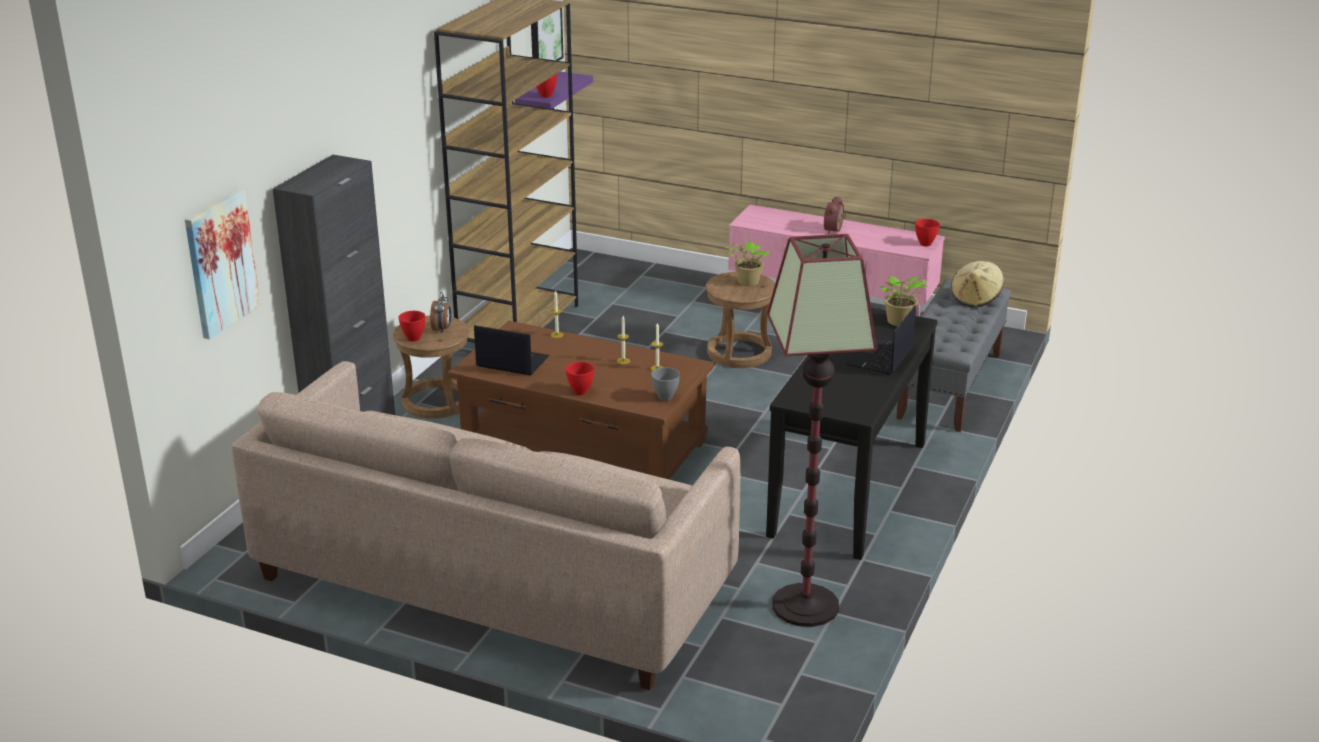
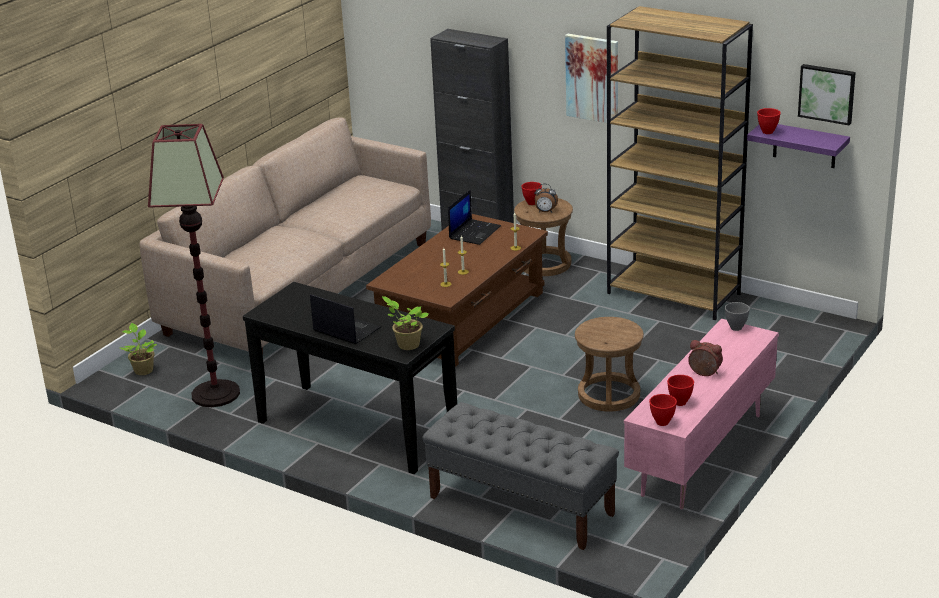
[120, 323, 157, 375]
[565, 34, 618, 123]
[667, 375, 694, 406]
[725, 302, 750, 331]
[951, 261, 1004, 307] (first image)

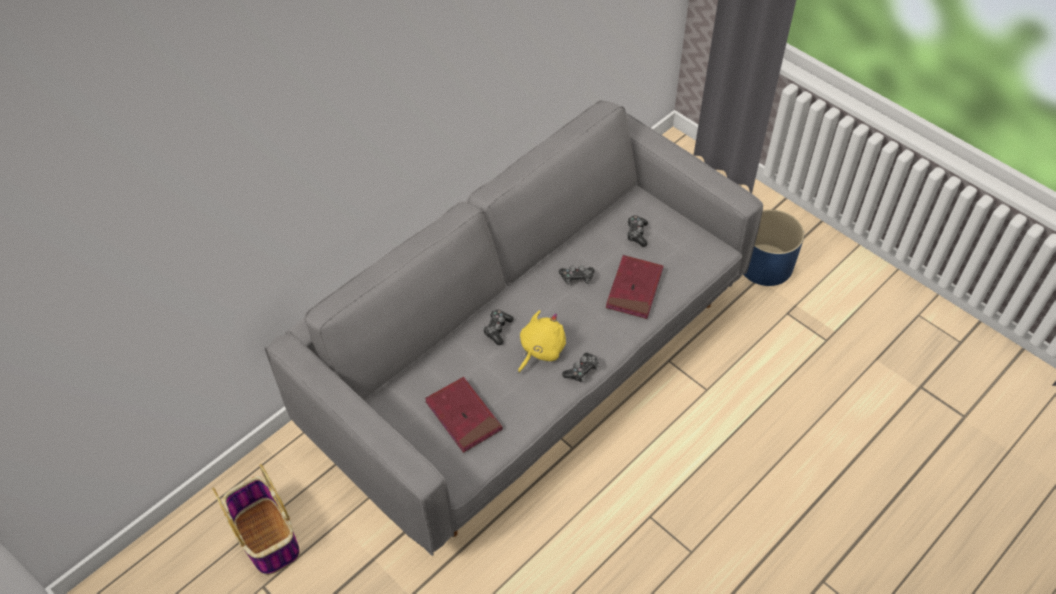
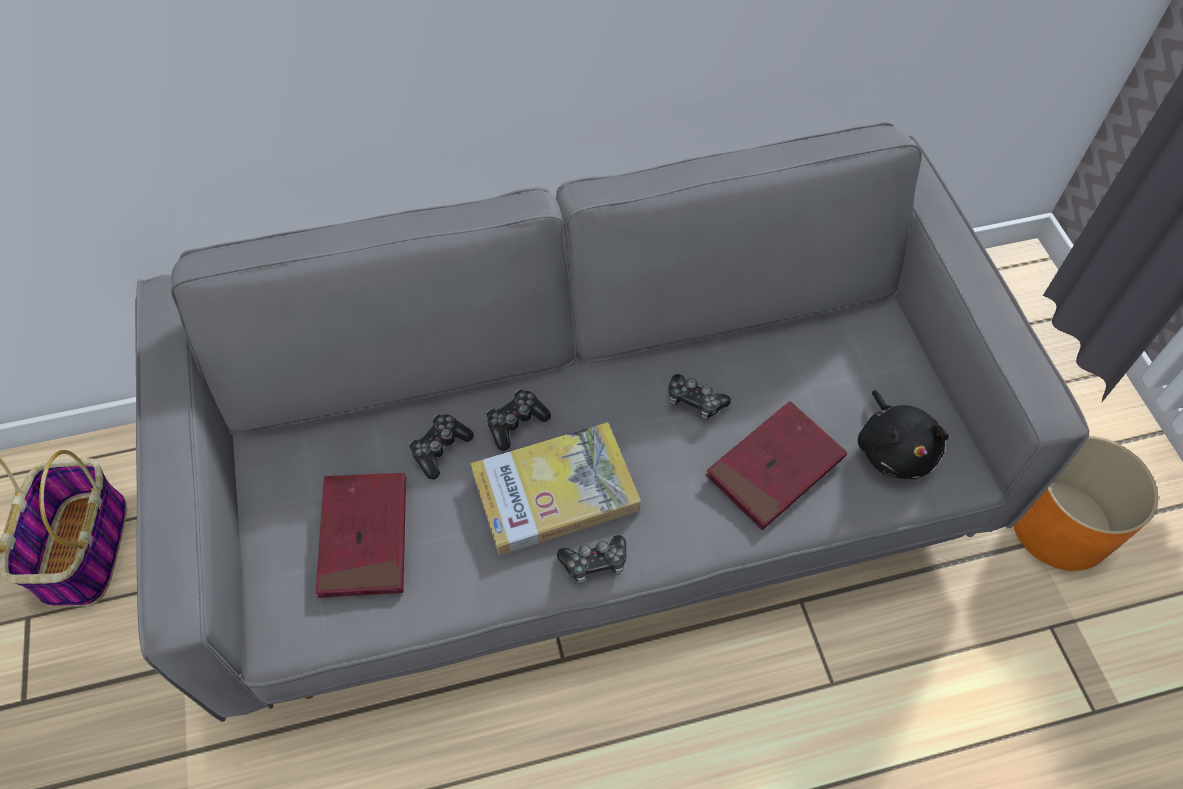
[409, 414, 474, 479]
[470, 422, 641, 555]
[858, 390, 949, 479]
[1013, 436, 1158, 571]

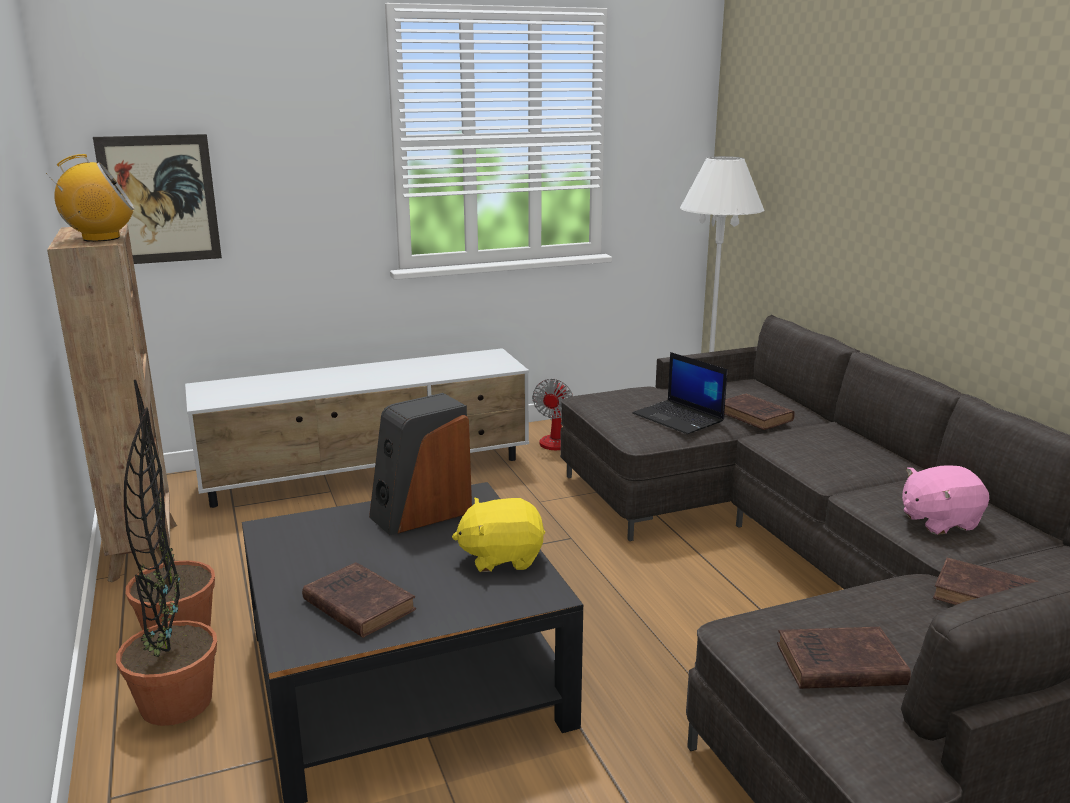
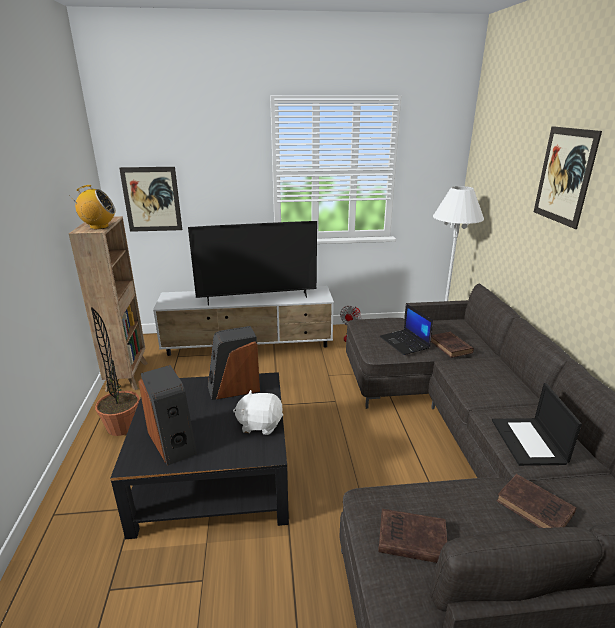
[138, 365, 197, 466]
[188, 221, 317, 305]
[233, 390, 283, 435]
[492, 383, 582, 466]
[534, 126, 602, 229]
[116, 407, 217, 726] (first image)

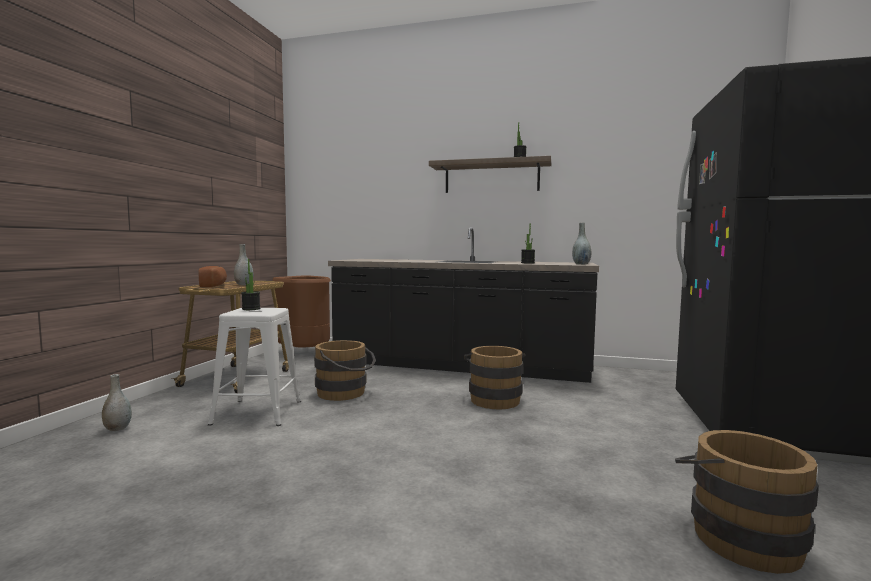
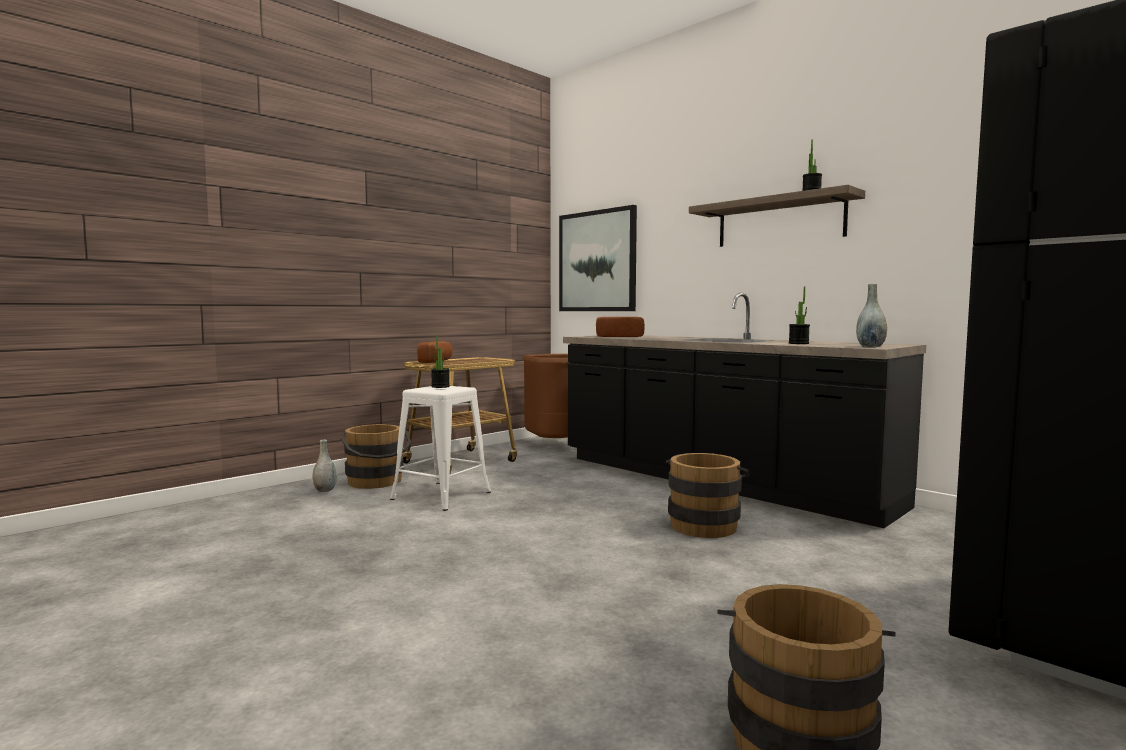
[341, 424, 411, 489]
[559, 205, 637, 311]
[596, 317, 645, 337]
[234, 244, 253, 285] (first image)

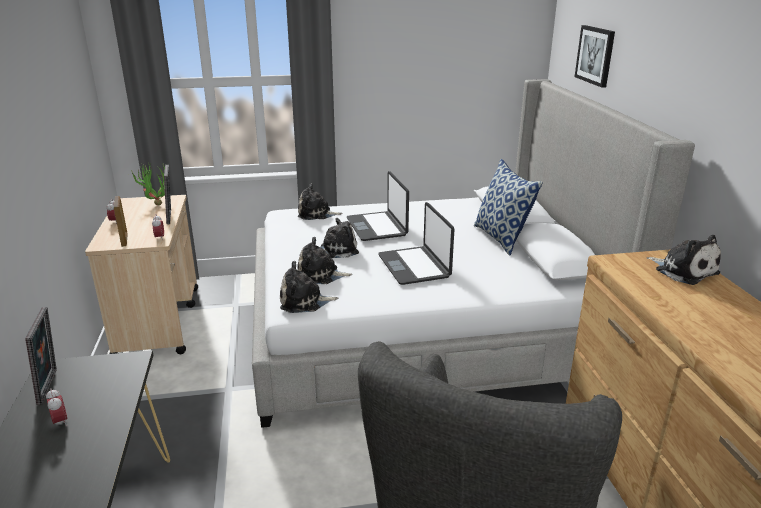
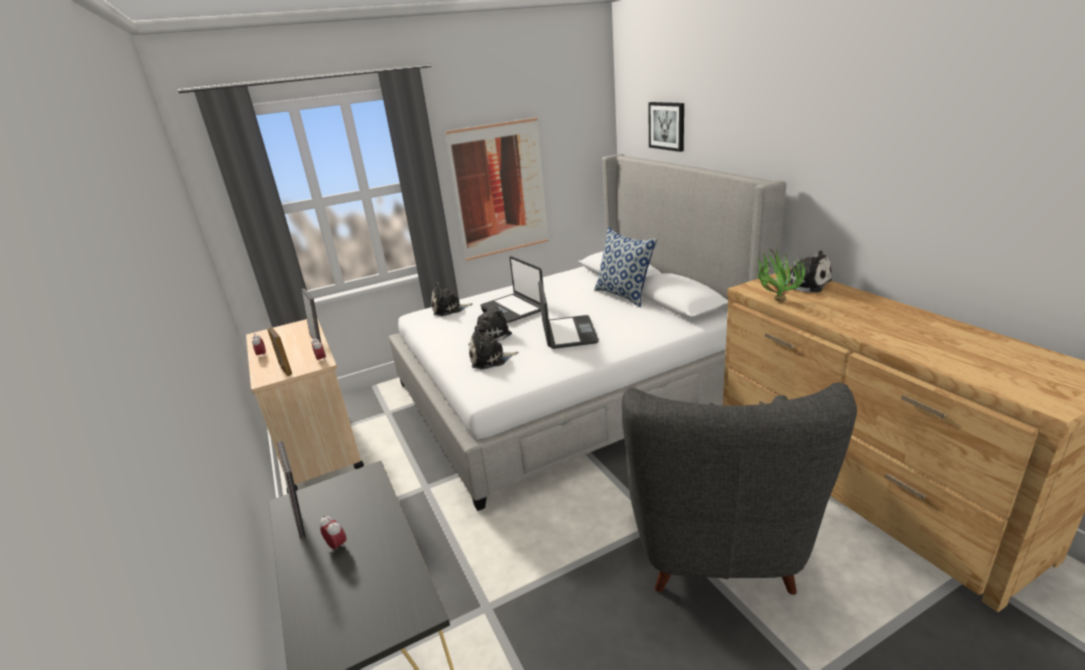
[445, 118, 549, 261]
[538, 280, 599, 349]
[755, 249, 805, 302]
[280, 261, 338, 313] (first image)

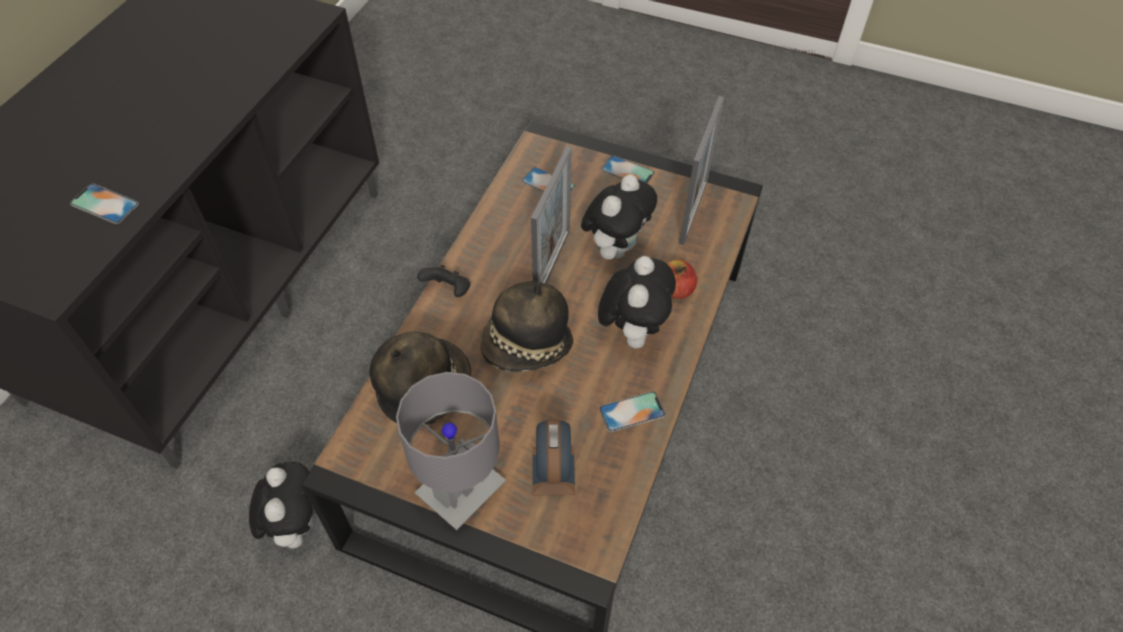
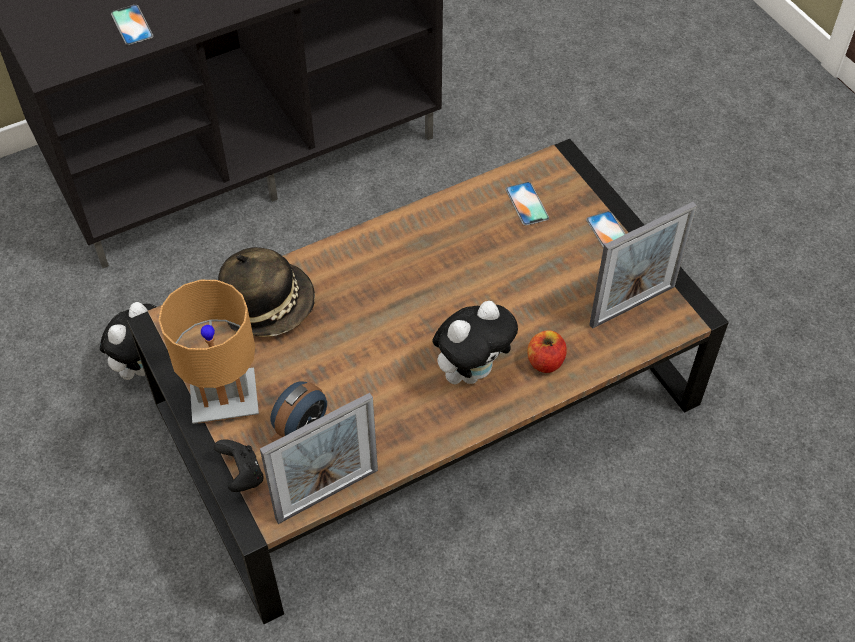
[159, 280, 259, 424]
[214, 439, 263, 492]
[260, 393, 378, 524]
[480, 281, 573, 372] (first image)
[581, 174, 657, 260] (first image)
[599, 391, 665, 432] (first image)

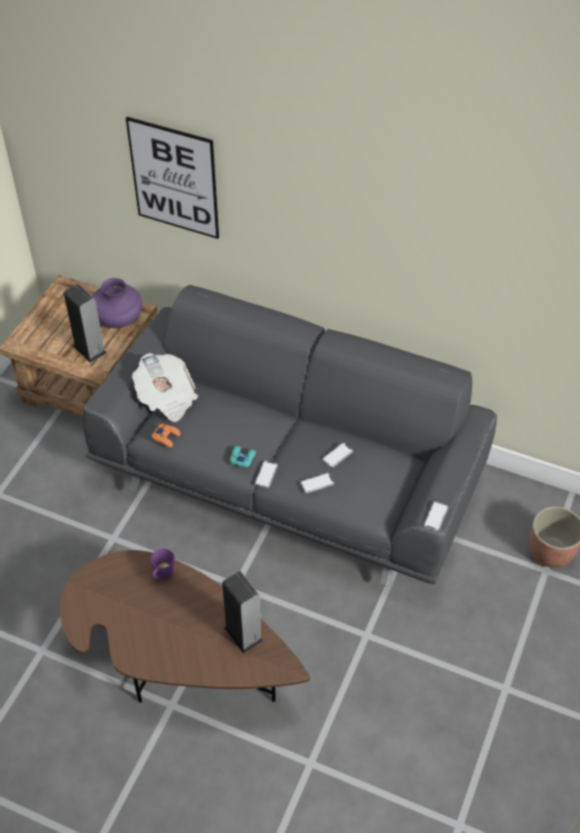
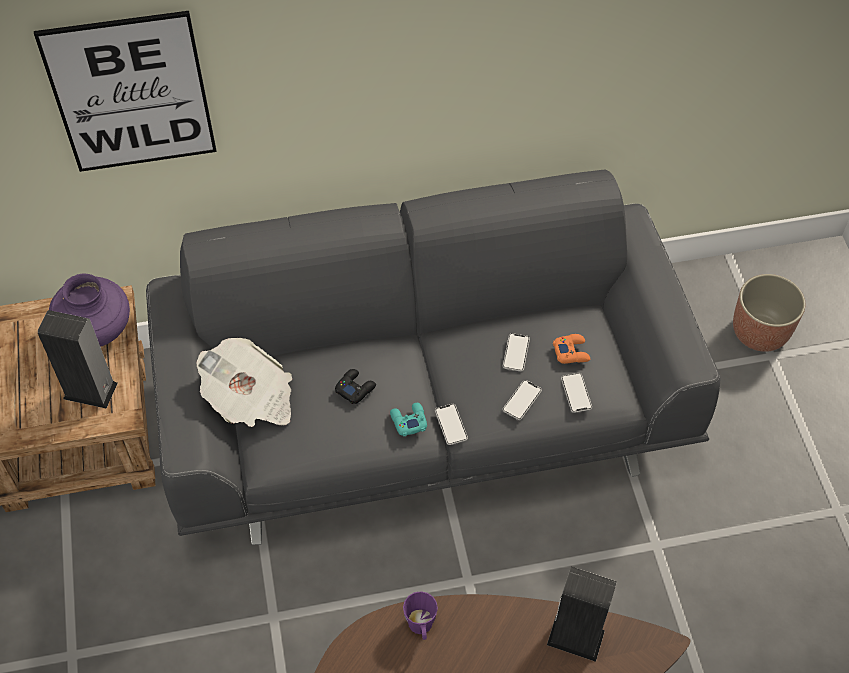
[335, 369, 376, 404]
[553, 334, 590, 364]
[561, 373, 592, 413]

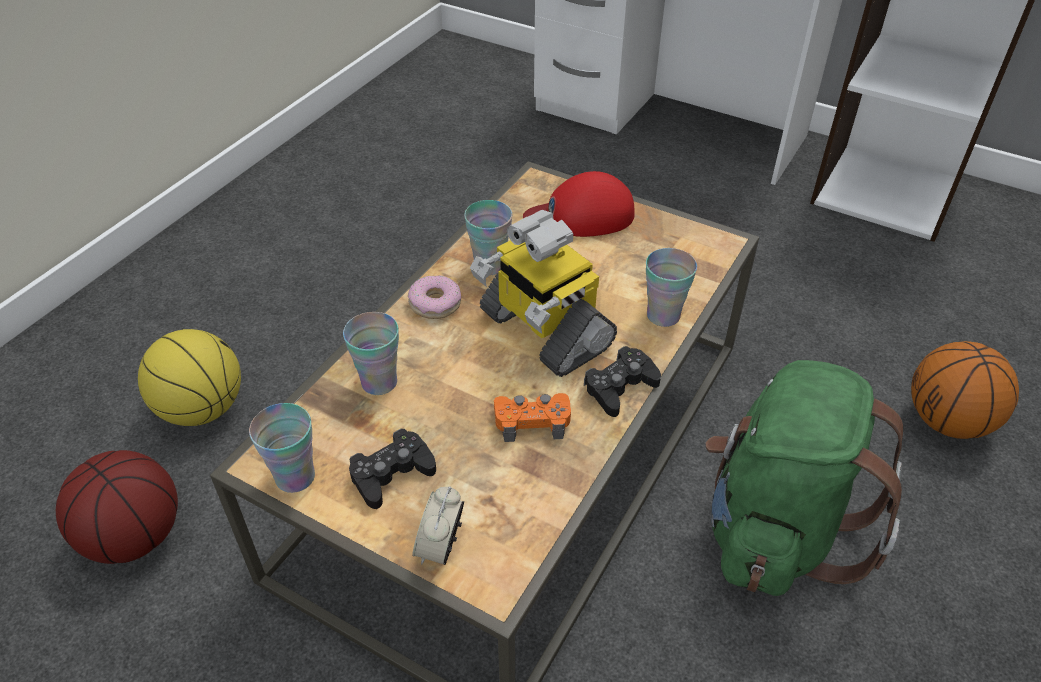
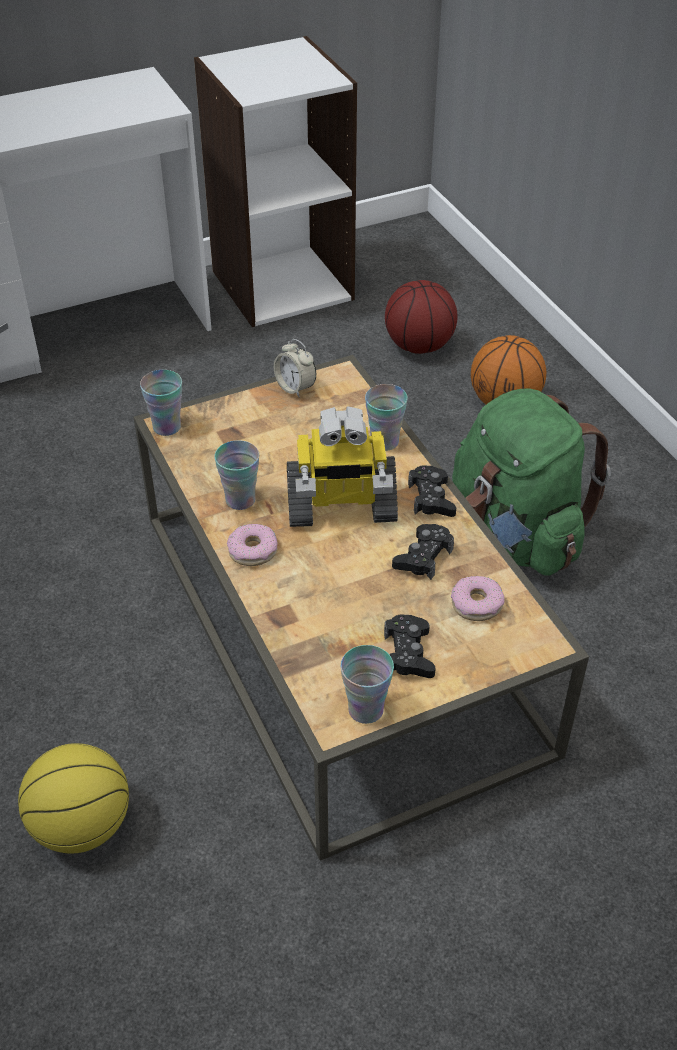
[140, 370, 182, 436]
[274, 339, 316, 397]
[385, 280, 457, 354]
[392, 524, 454, 580]
[451, 576, 505, 621]
[523, 171, 635, 237] (first image)

